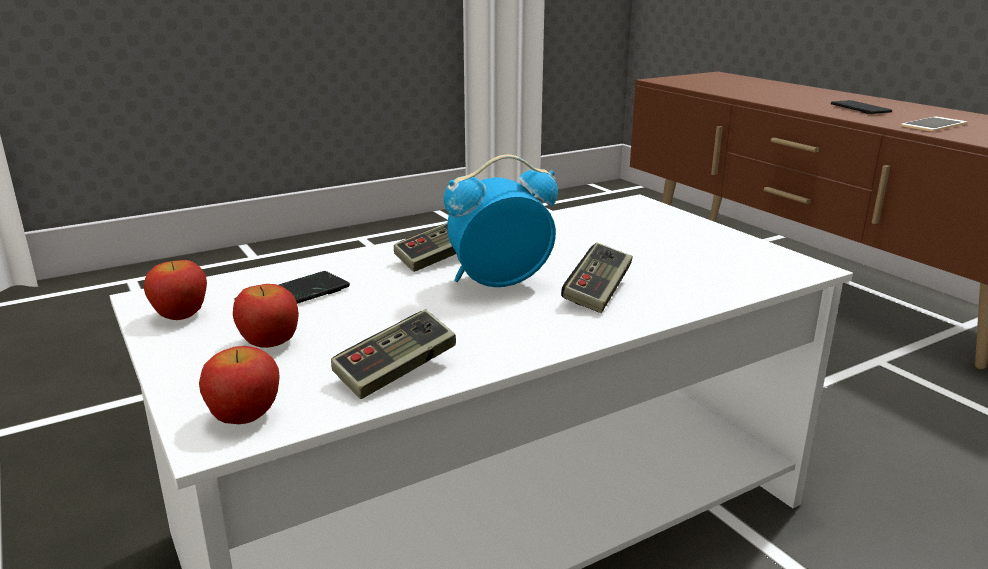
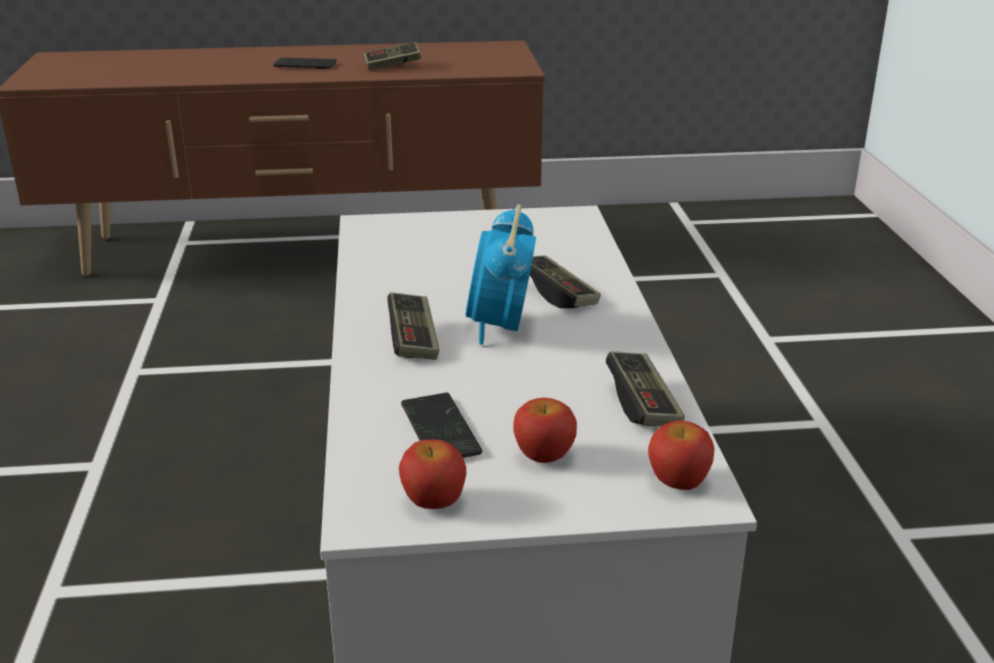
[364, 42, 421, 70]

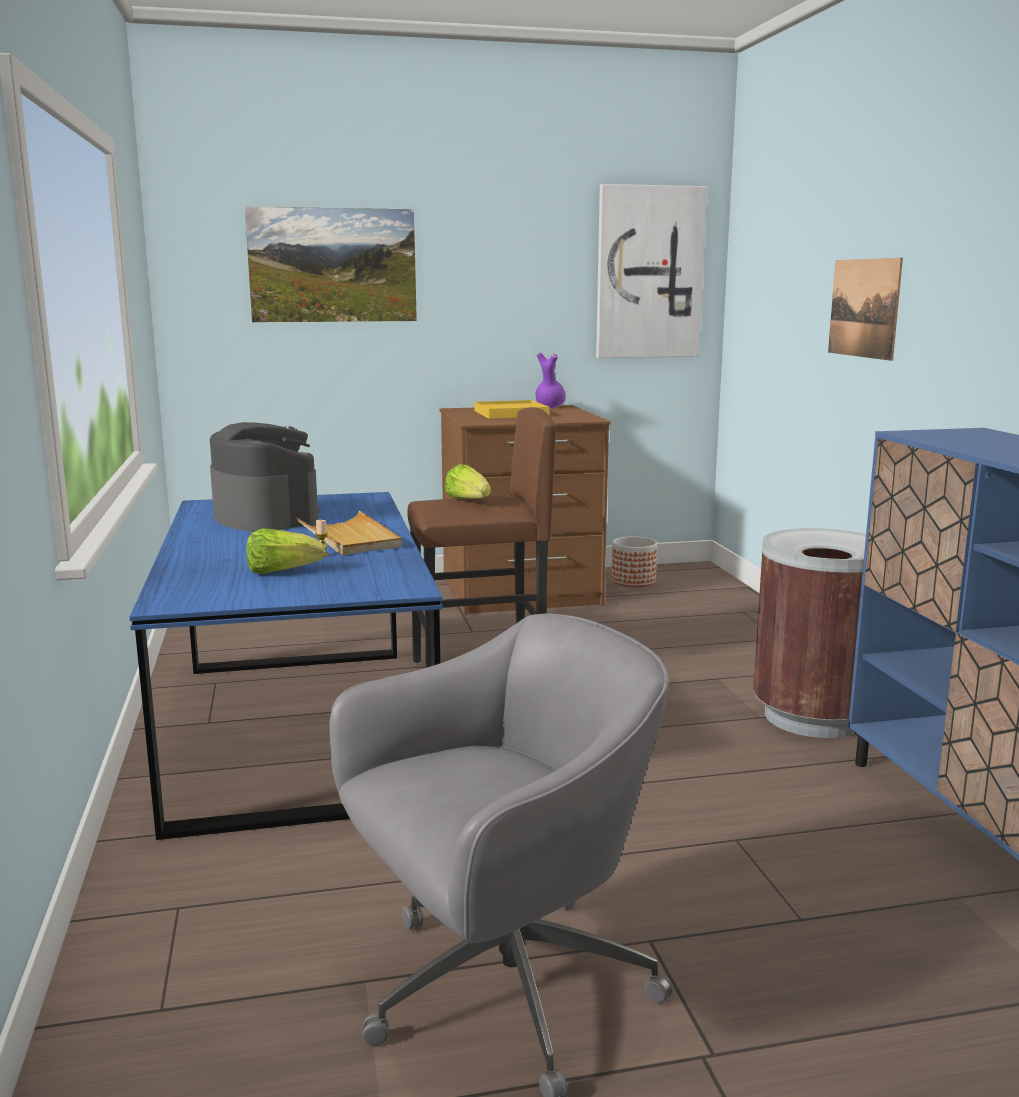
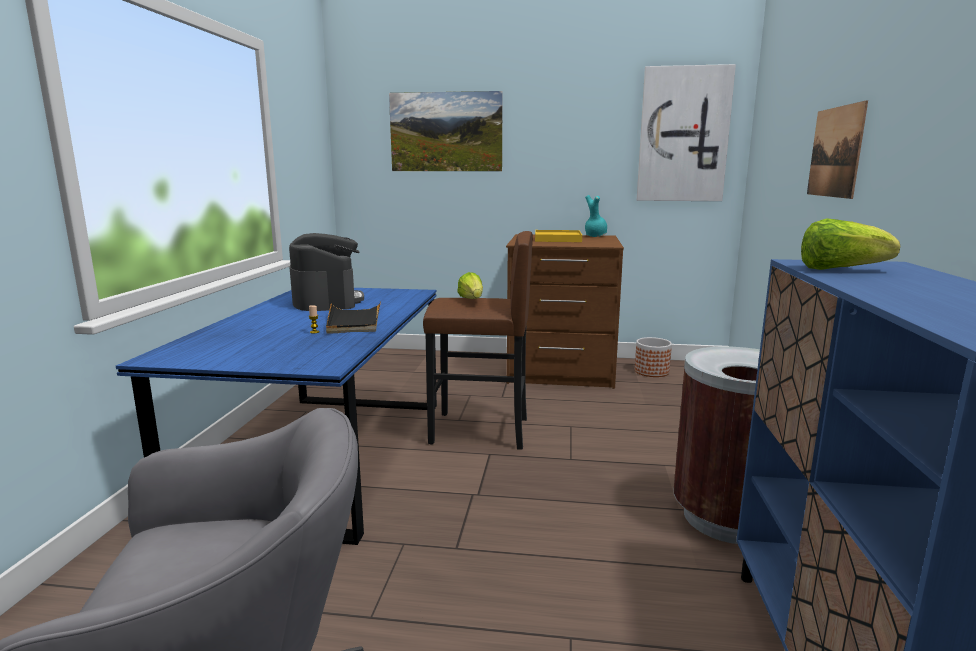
[326, 301, 381, 334]
[585, 195, 607, 237]
[801, 218, 900, 270]

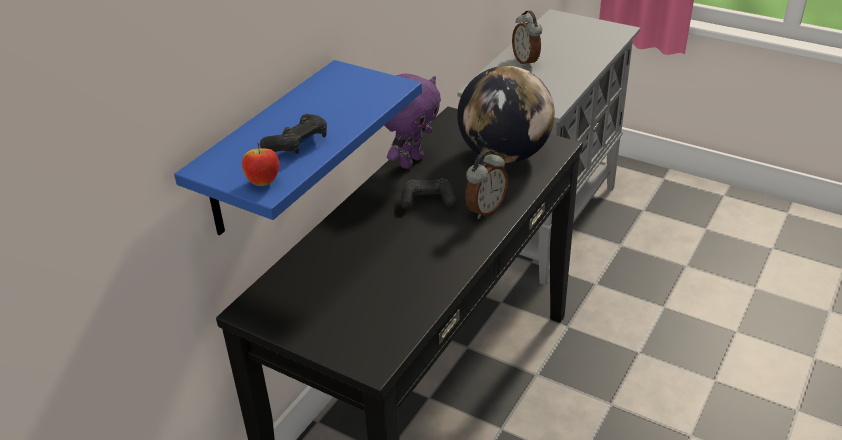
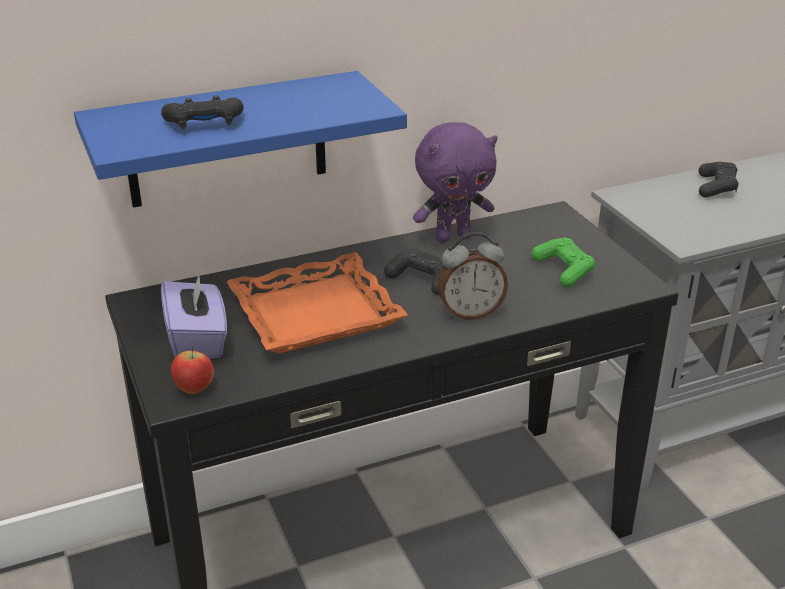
[161, 271, 227, 359]
[171, 346, 214, 394]
[226, 252, 408, 353]
[532, 238, 595, 287]
[699, 162, 739, 197]

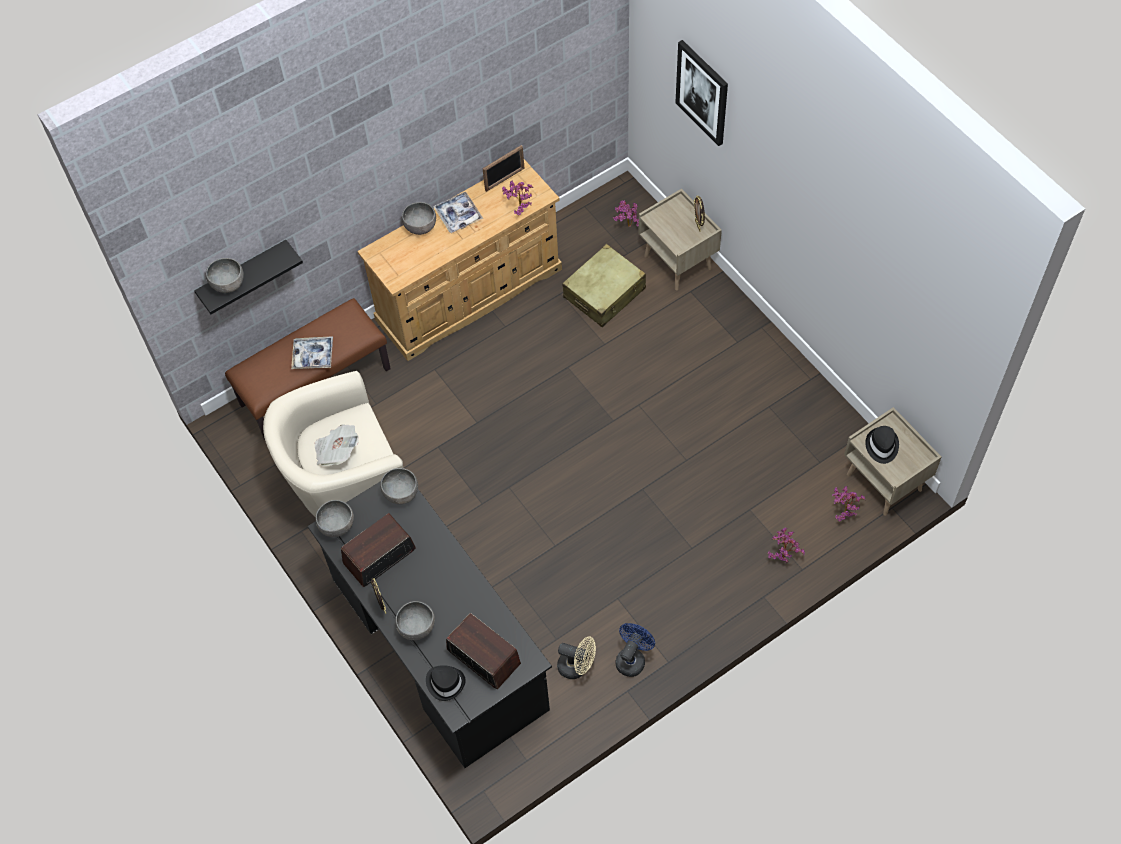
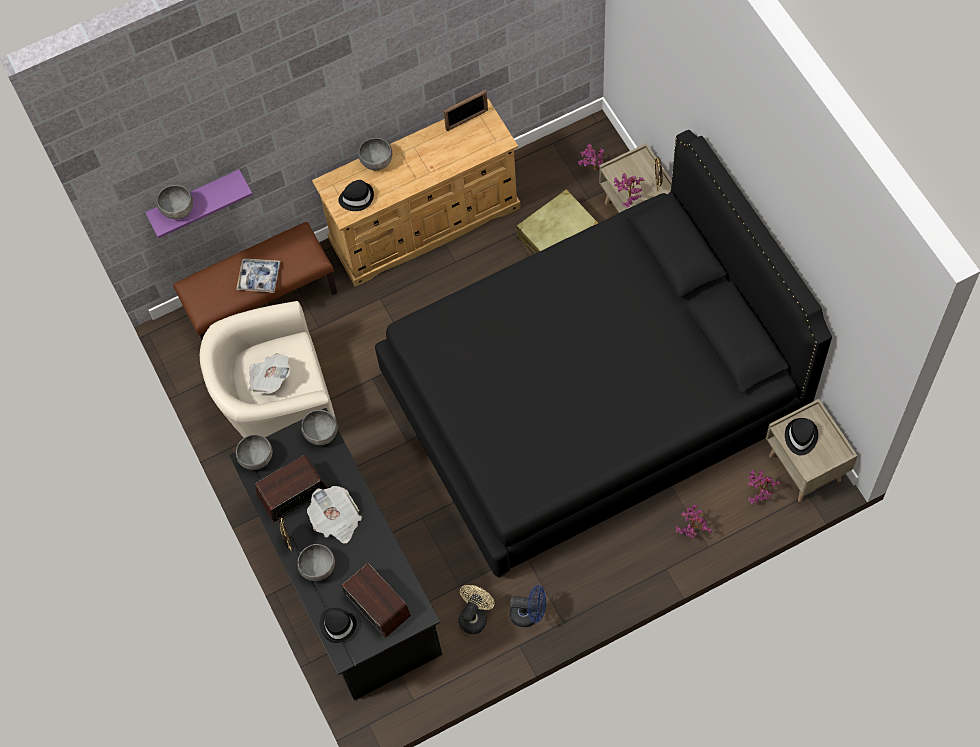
[145, 170, 253, 238]
[307, 486, 362, 544]
[338, 180, 374, 211]
[375, 130, 832, 578]
[458, 585, 495, 634]
[510, 585, 546, 627]
[614, 173, 645, 208]
[433, 192, 483, 233] (first image)
[675, 40, 728, 146] (first image)

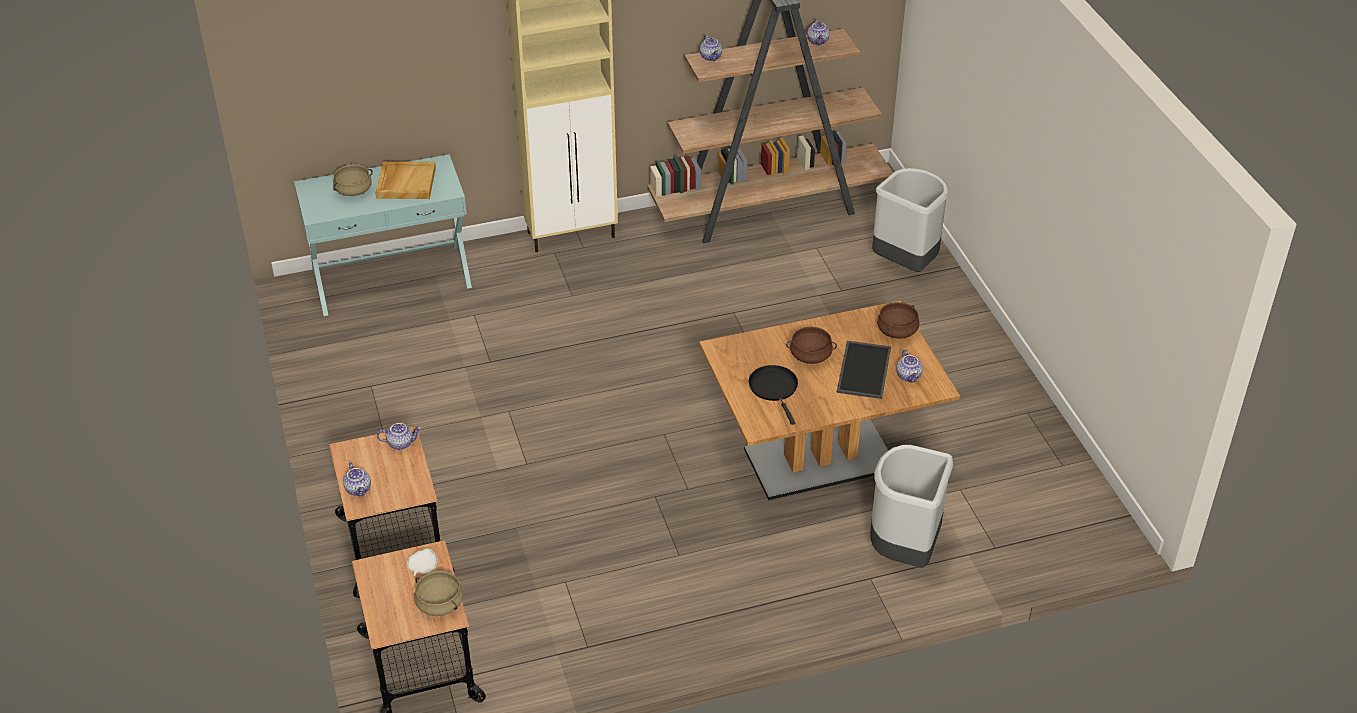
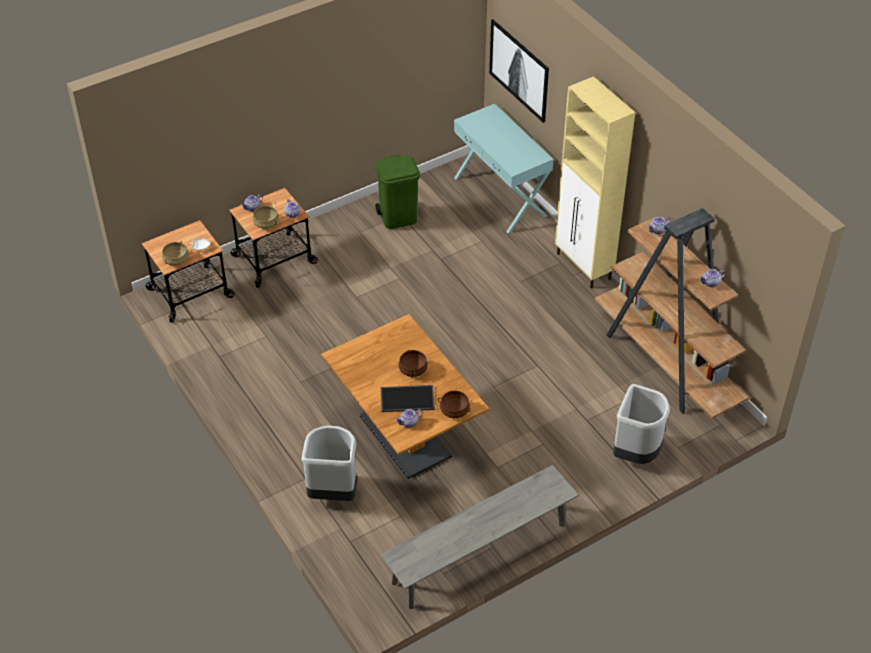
[253, 206, 279, 229]
[375, 155, 420, 229]
[380, 465, 579, 609]
[489, 19, 549, 123]
[375, 161, 436, 199] (first image)
[749, 365, 798, 425] (first image)

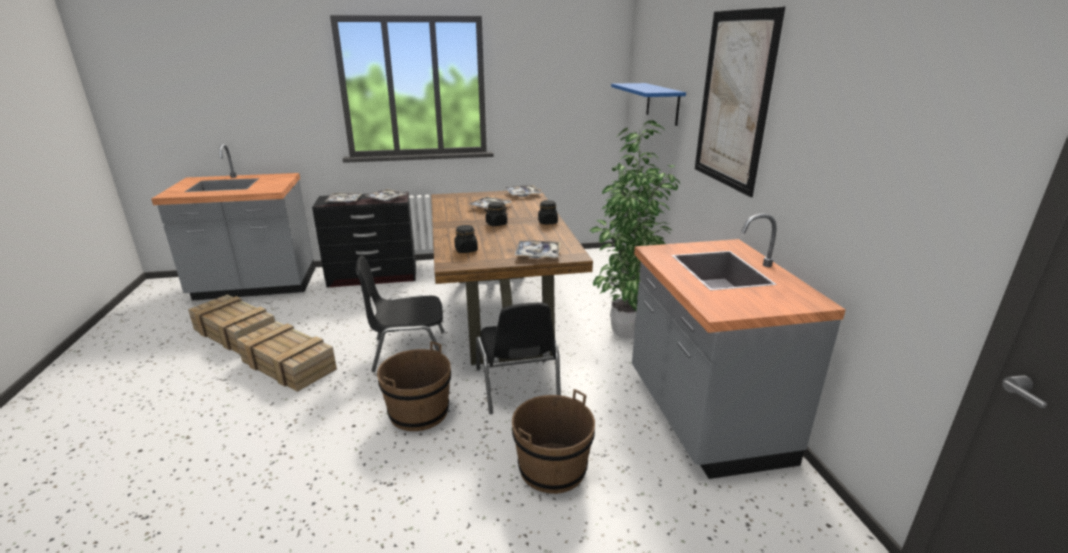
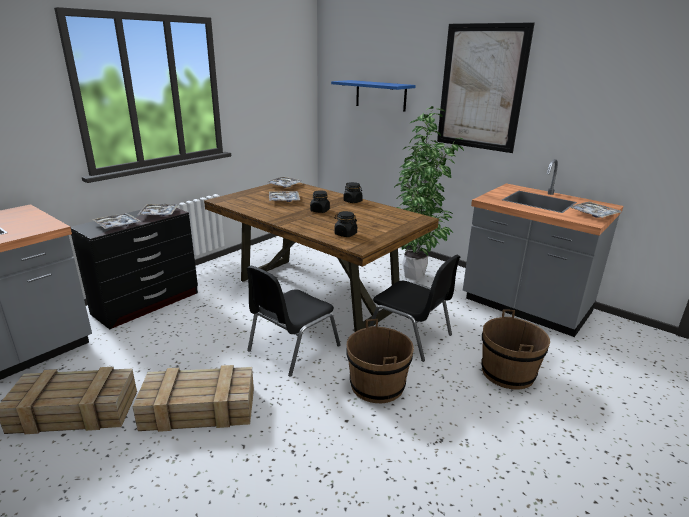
[568, 202, 622, 218]

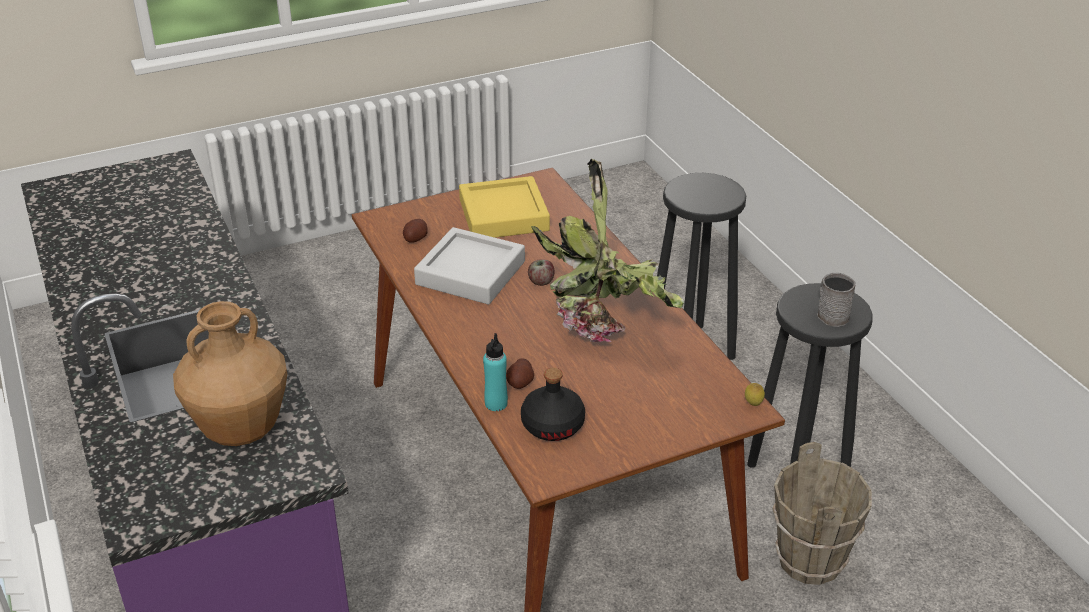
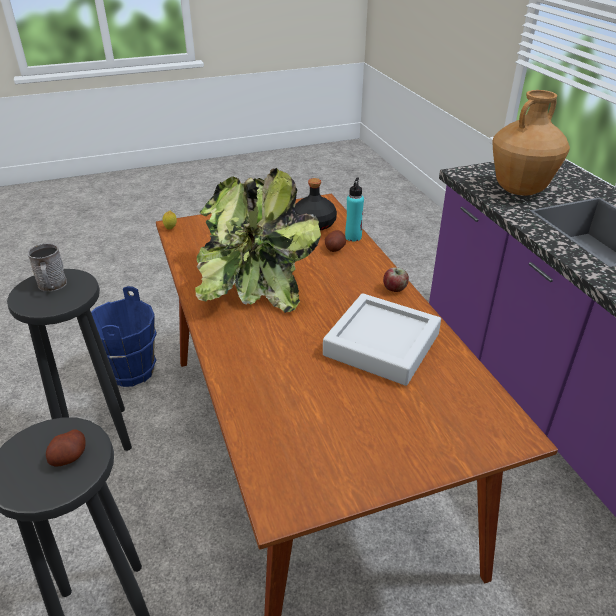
[46, 429, 86, 466]
[91, 286, 157, 387]
[383, 267, 409, 292]
[459, 176, 550, 238] (first image)

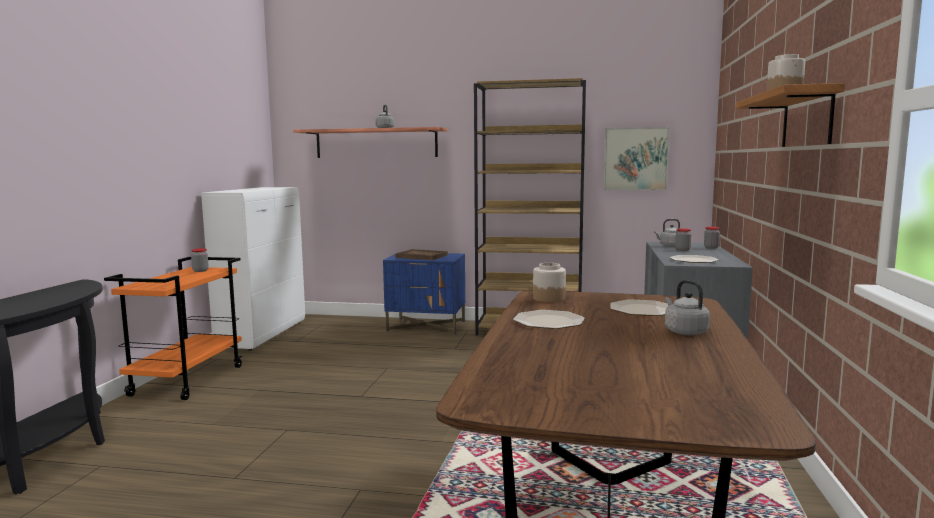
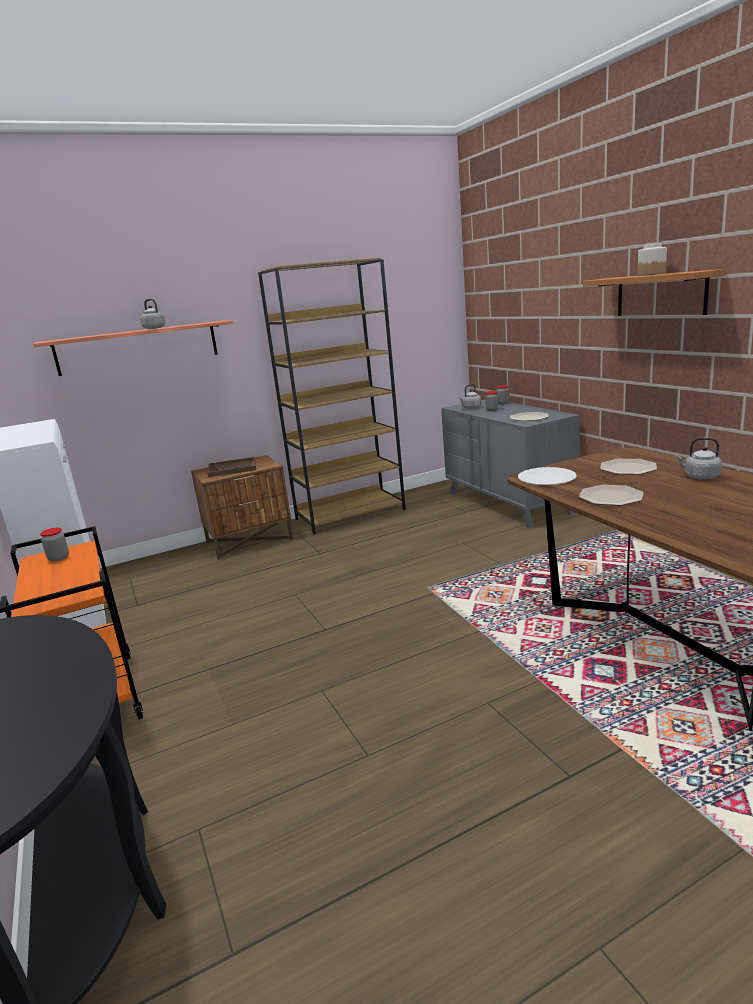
[191, 455, 293, 560]
[518, 467, 577, 485]
[603, 127, 670, 190] (first image)

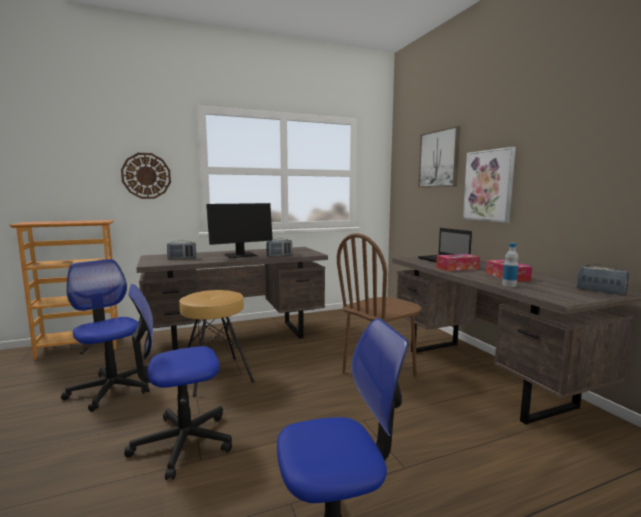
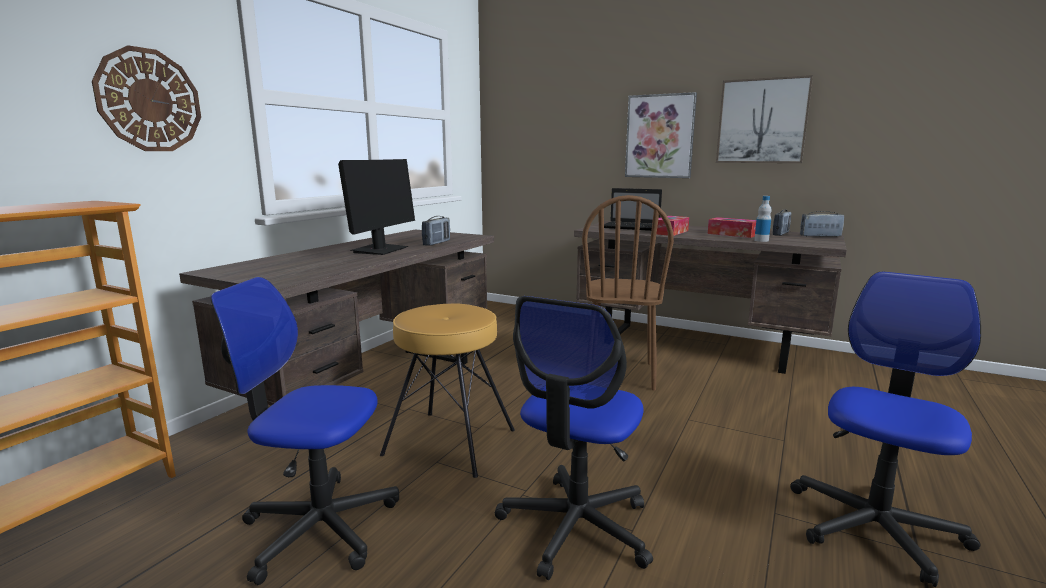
[716, 75, 813, 163]
[773, 209, 791, 236]

